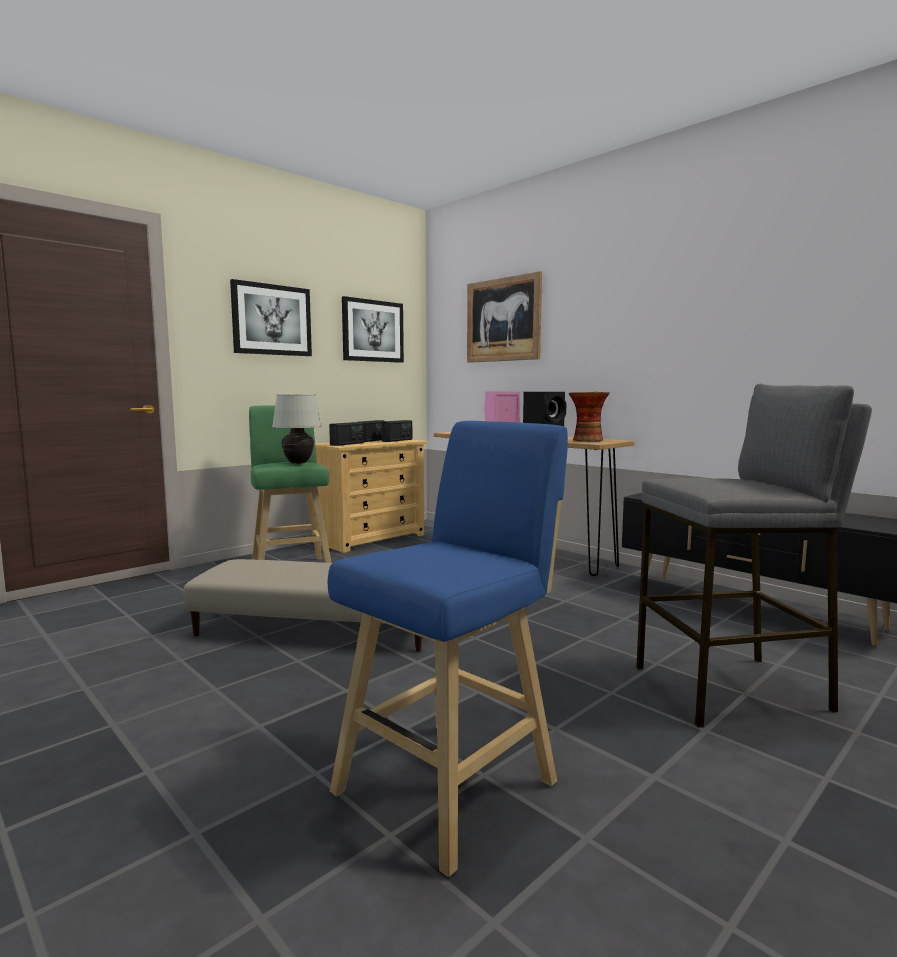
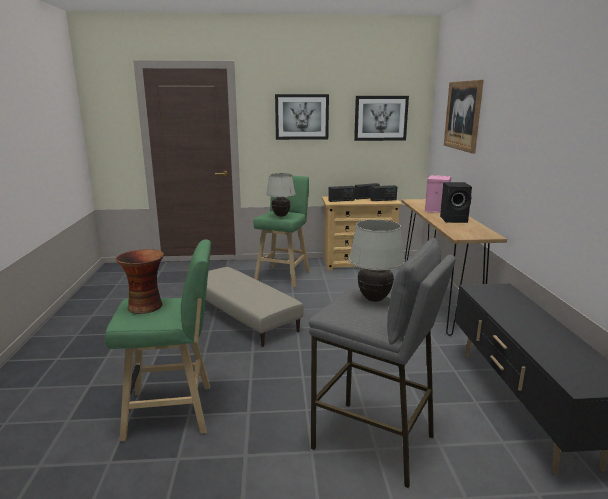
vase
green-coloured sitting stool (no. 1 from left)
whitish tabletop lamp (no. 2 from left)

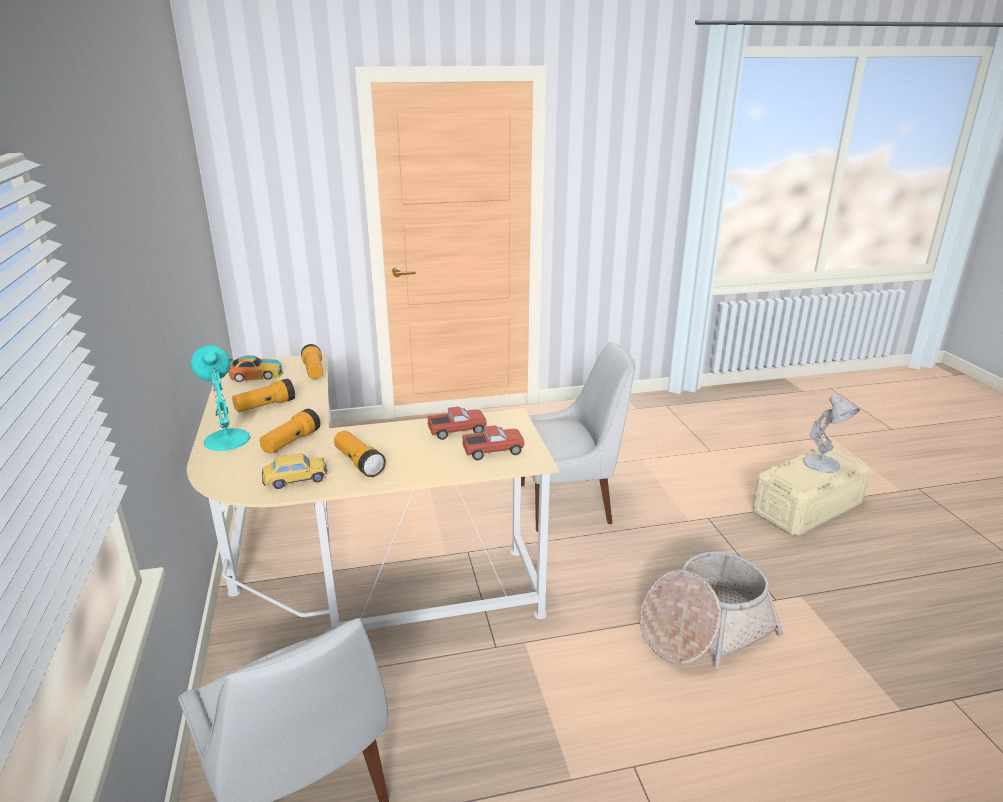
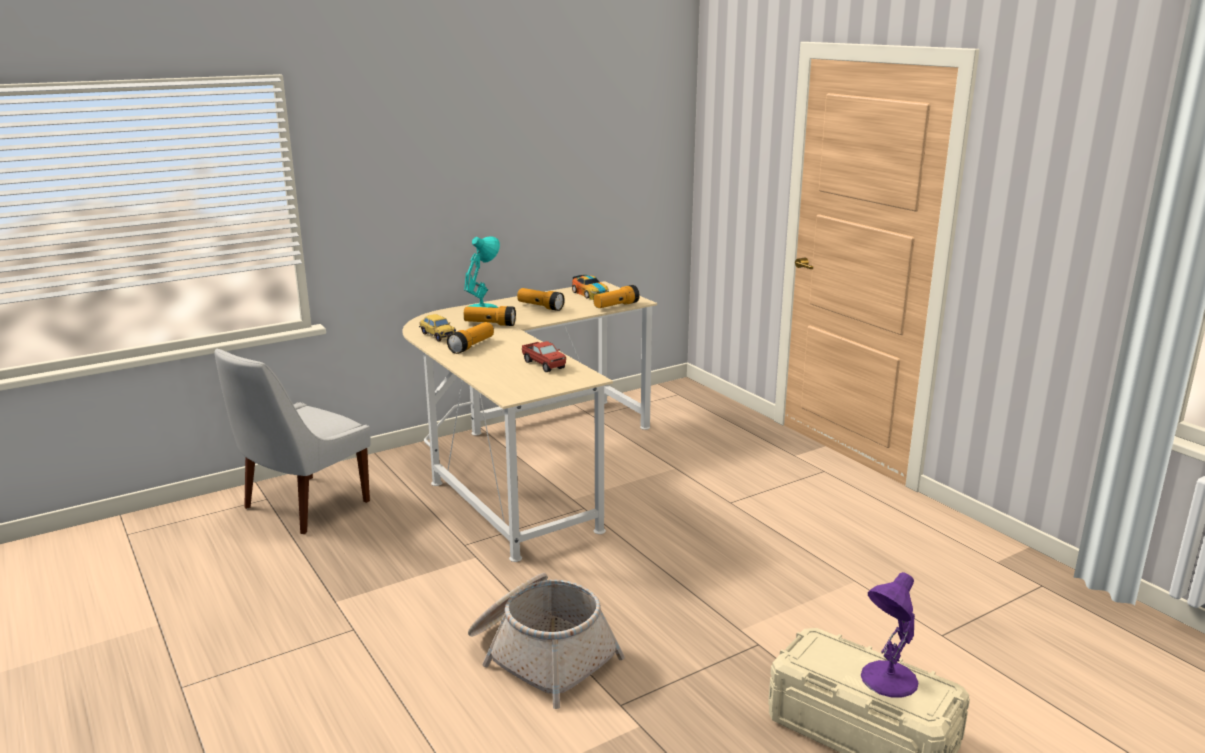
whitish plain chair (no. 2 from left in the first image)
purple-coloured tabletop lamp
toy truck (no. 2 from left in the first image)

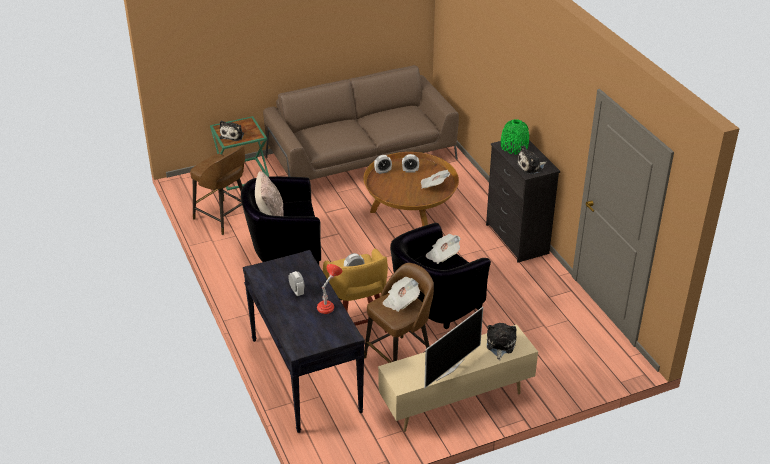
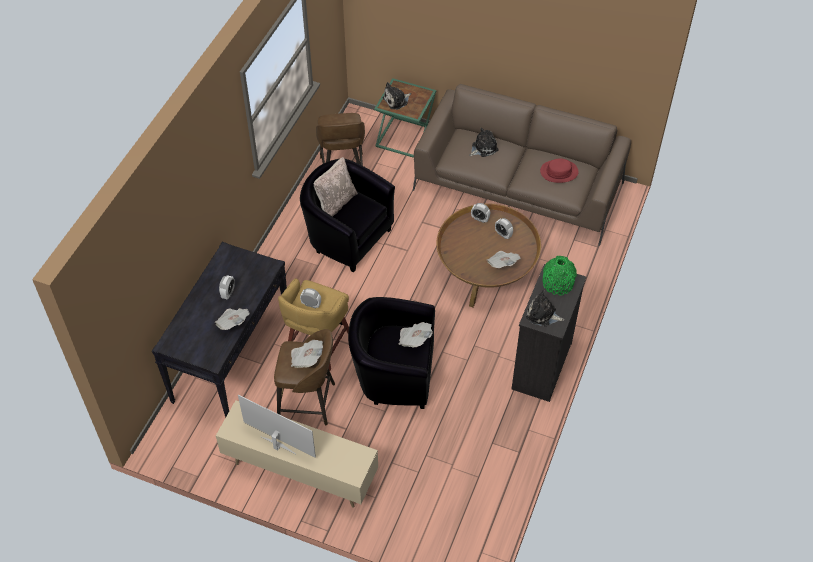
daily paper (no. 1 from left)
television
soft toy (no. 2 from left)
reddish wearable hat

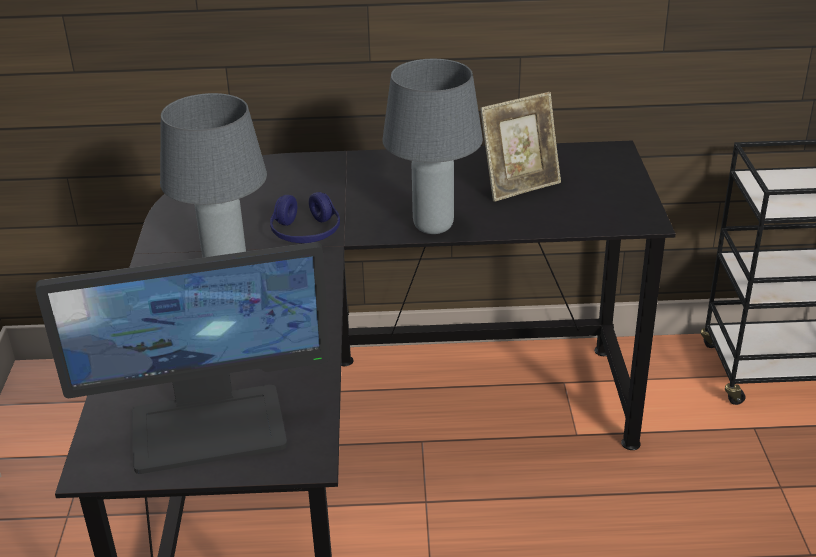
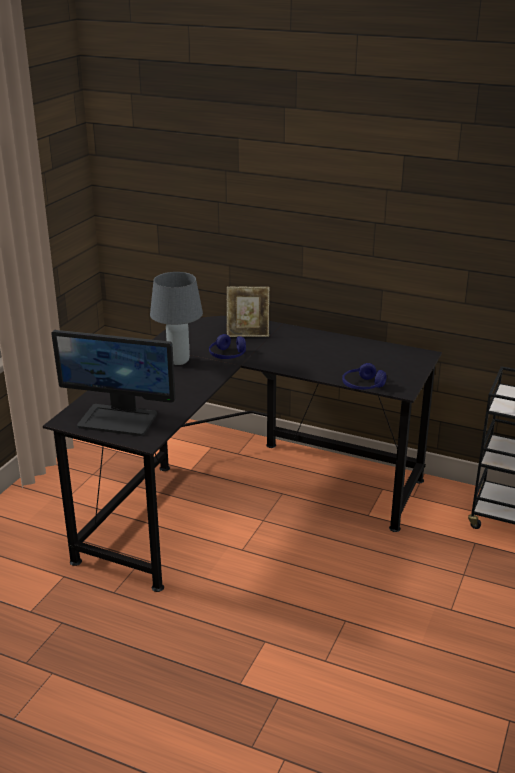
greyish tabletop lamp (no. 2 from left in the first image)
standing frame
blue-coloured pair of headphones (no. 2 from left)

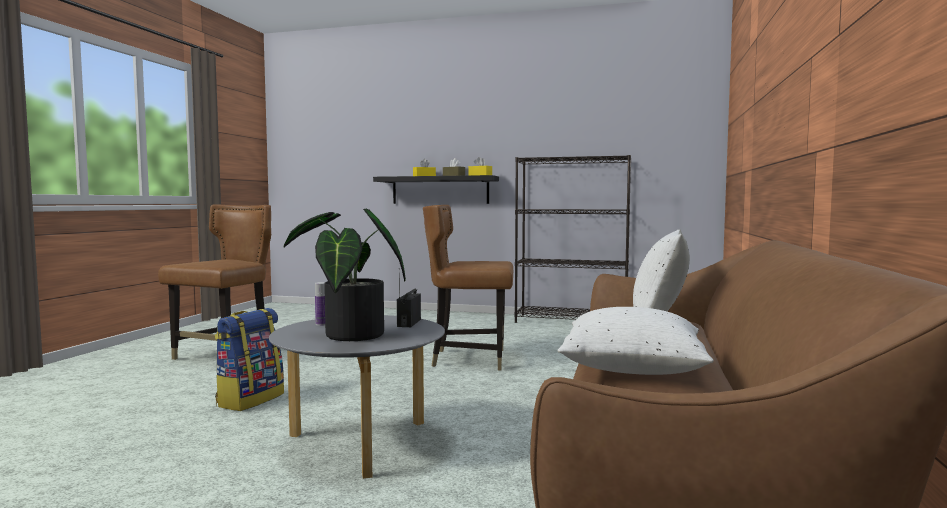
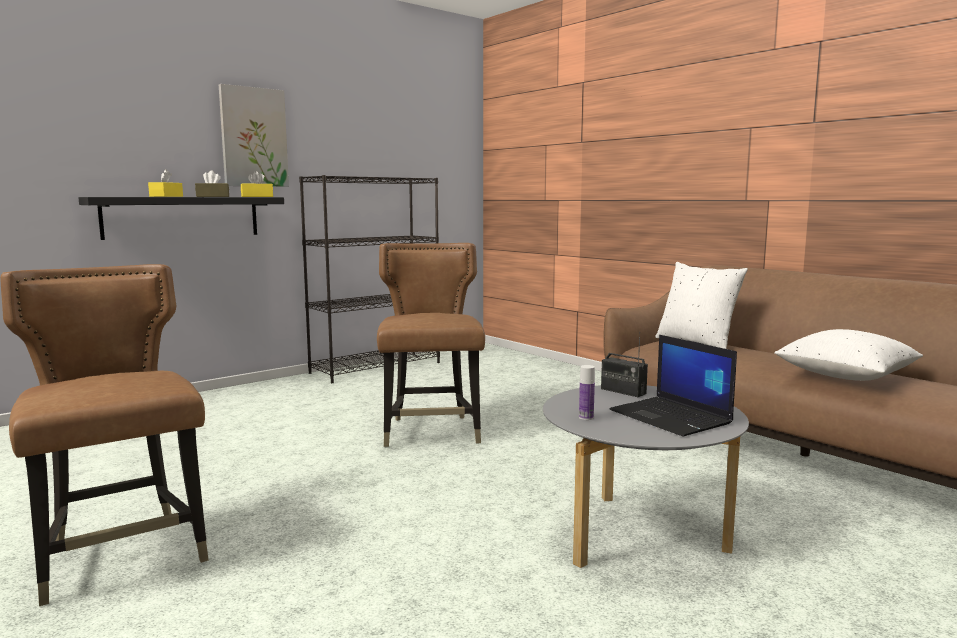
brown plain chair (no. 2 from left)
portable computer
knapsack
wall art

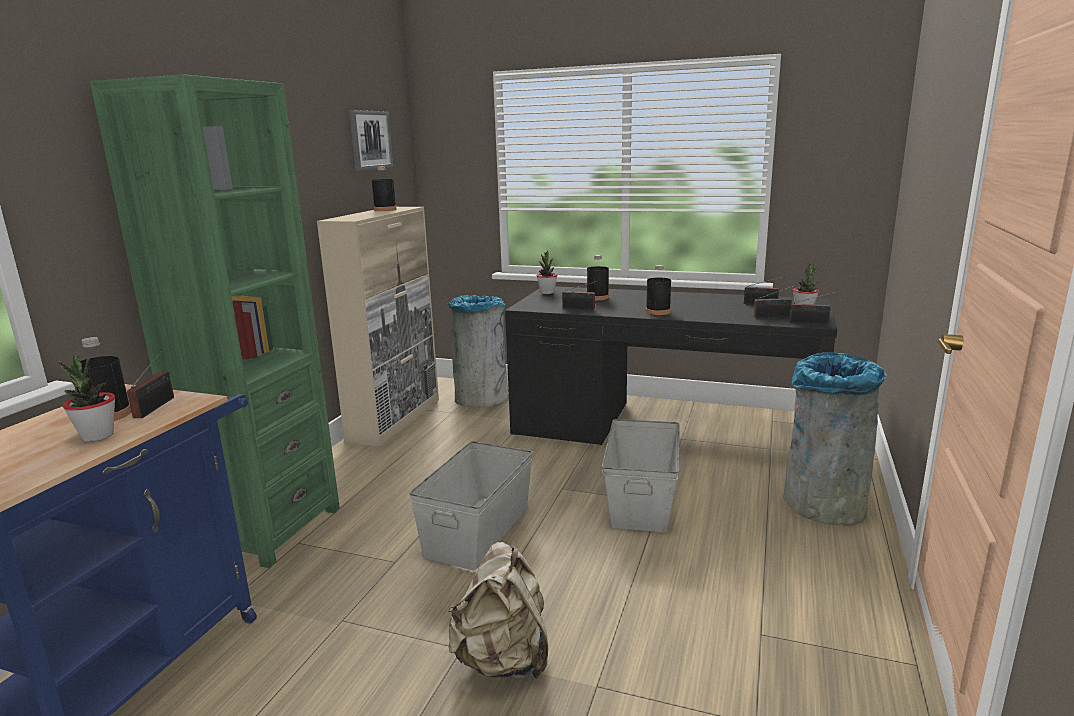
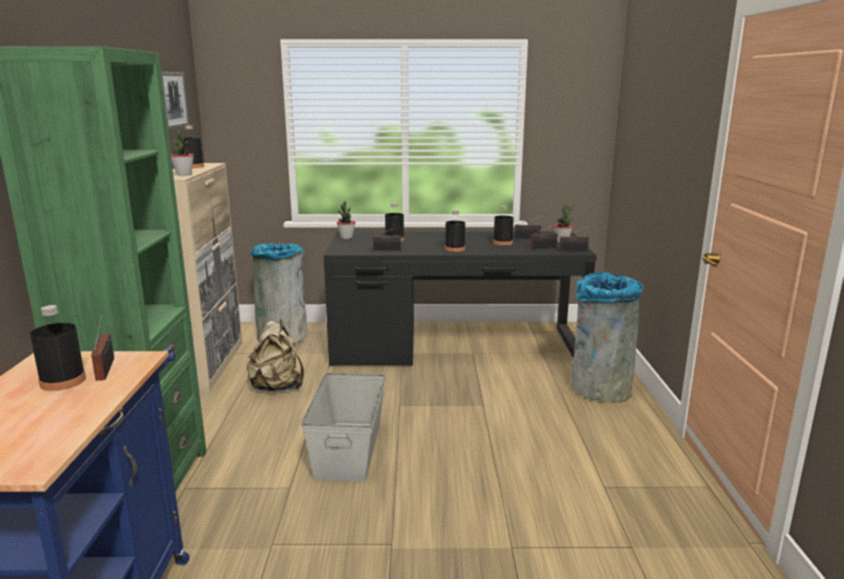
potted plant (no. 1 from left)
greyish storage bin (no. 2 from left in the first image)
sand-coloured knapsack
blackish beverage bottle (no. 5 from left)

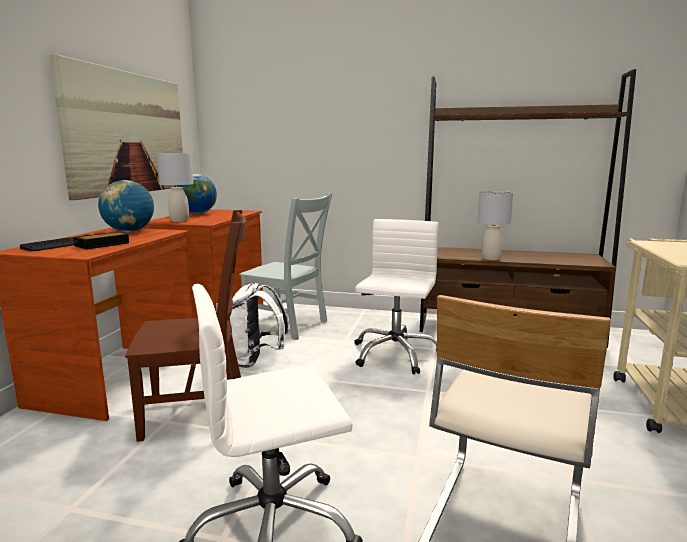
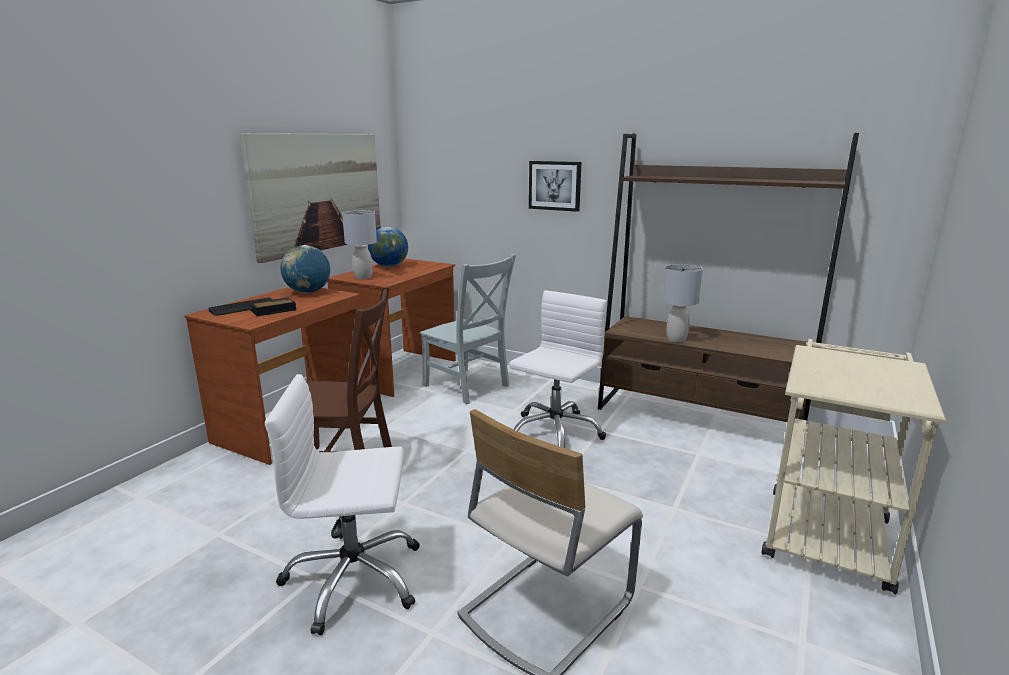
whitish knapsack
wall art (no. 2 from left)

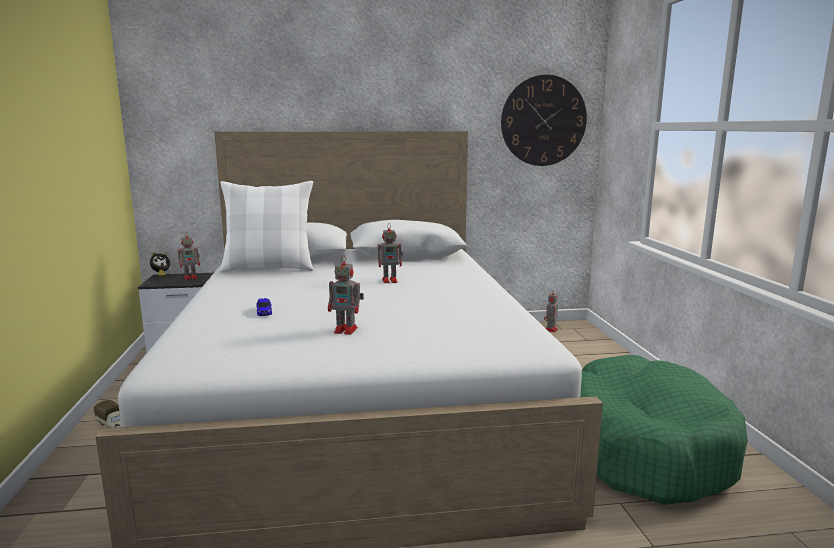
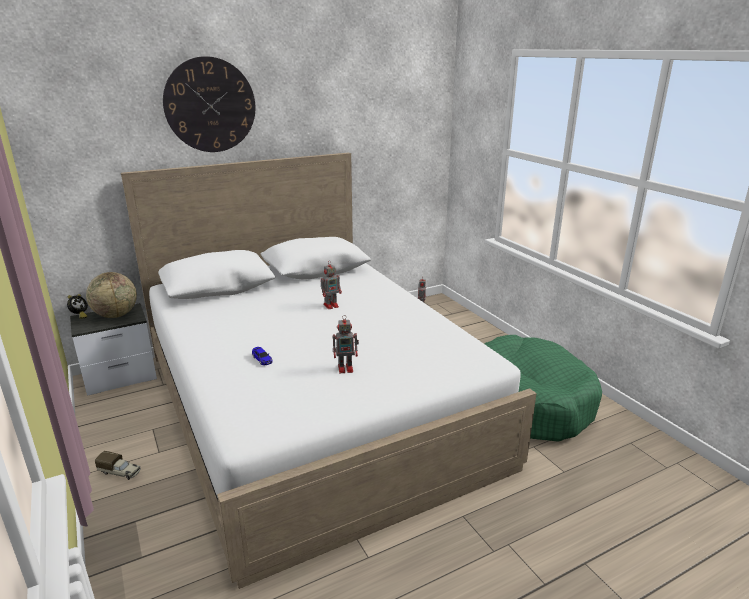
wall clock
whitish throw pillow
globe

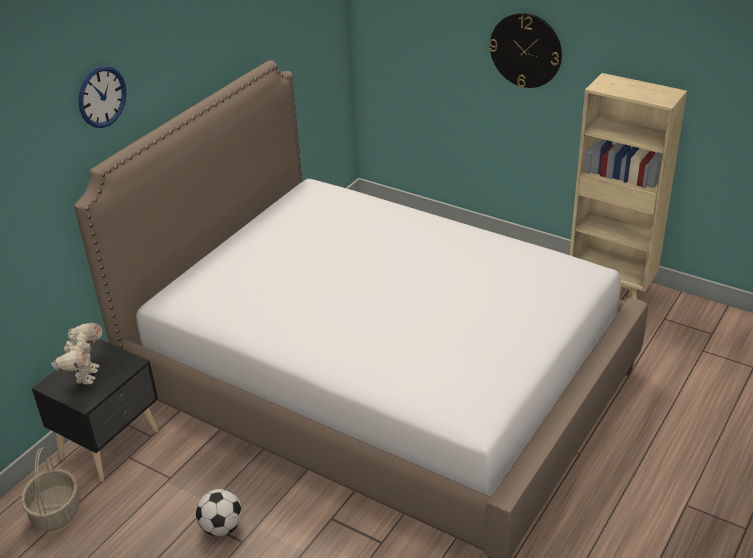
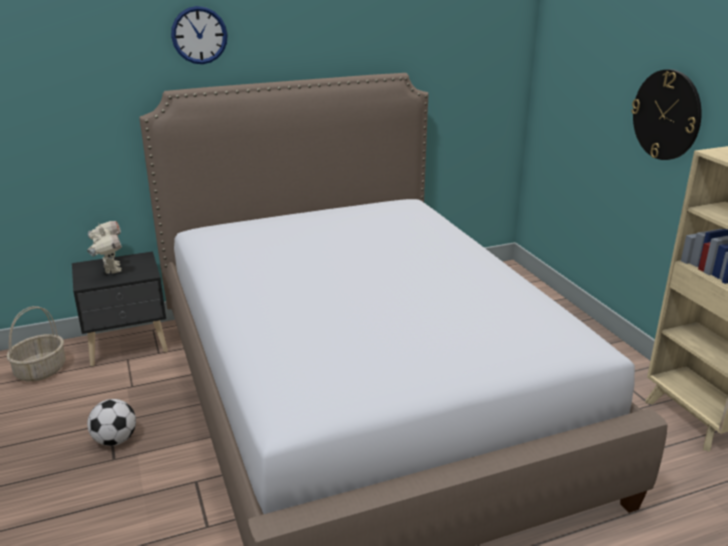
model robot

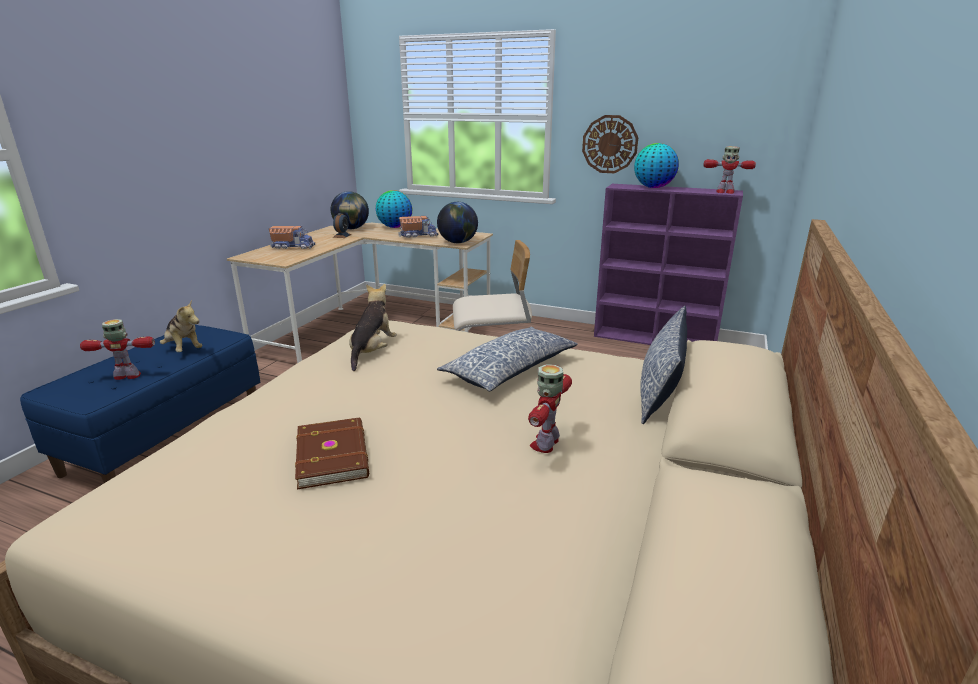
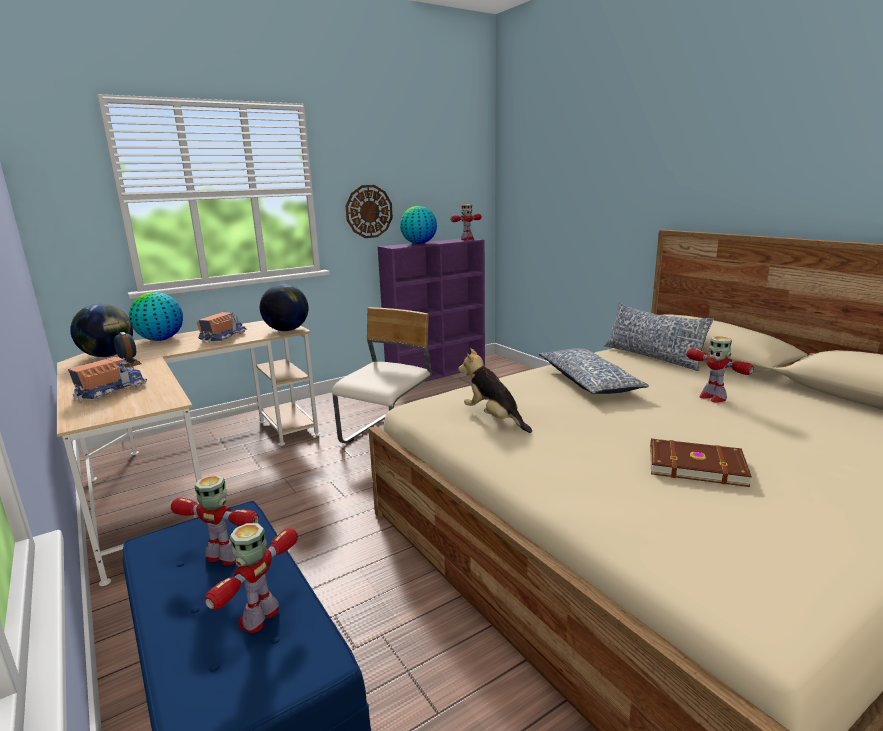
model robot (no. 1 from left)

